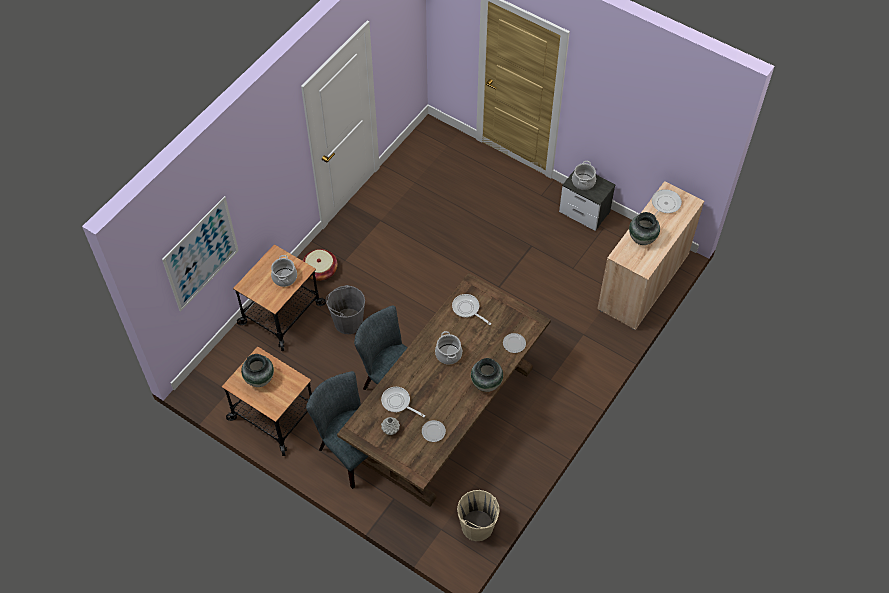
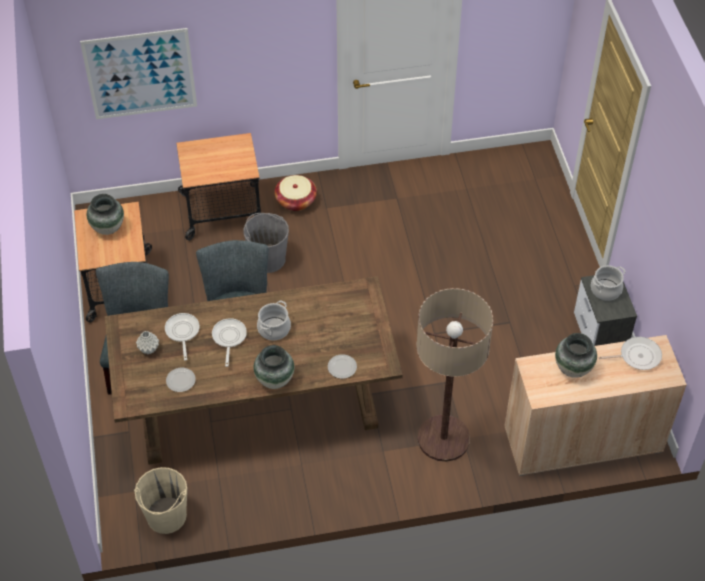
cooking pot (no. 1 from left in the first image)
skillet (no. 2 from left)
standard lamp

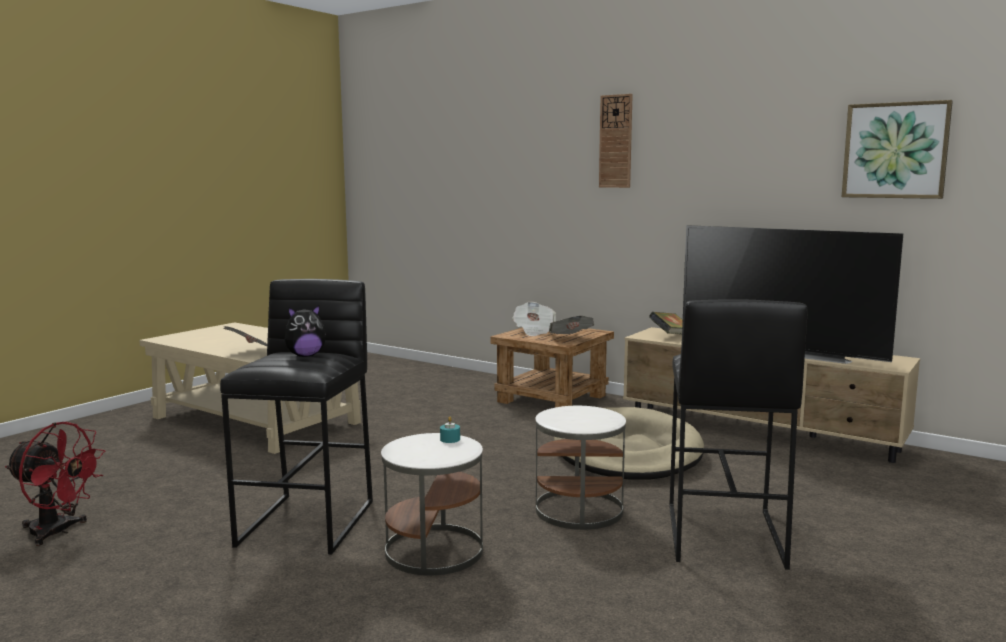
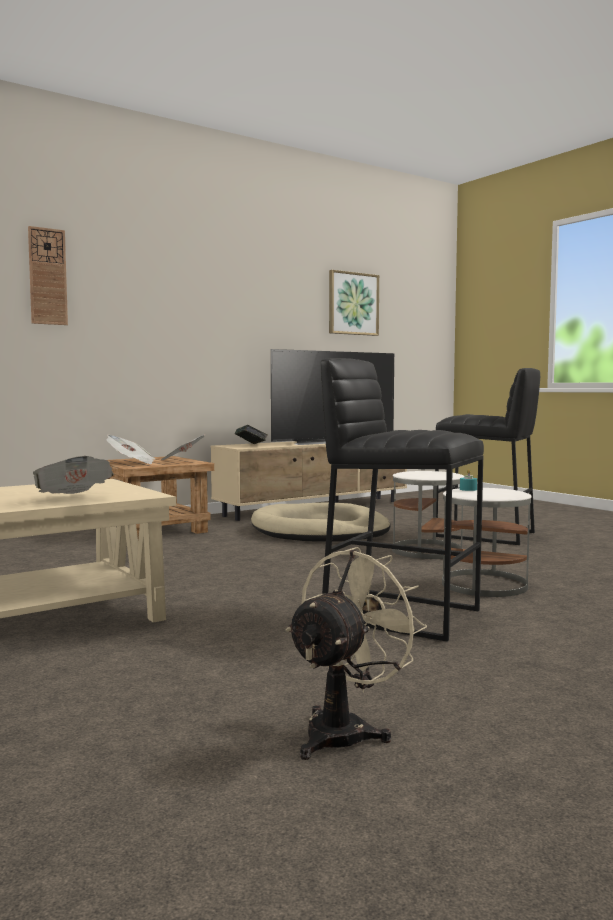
wall clock
soft toy
sand-coloured electric fan

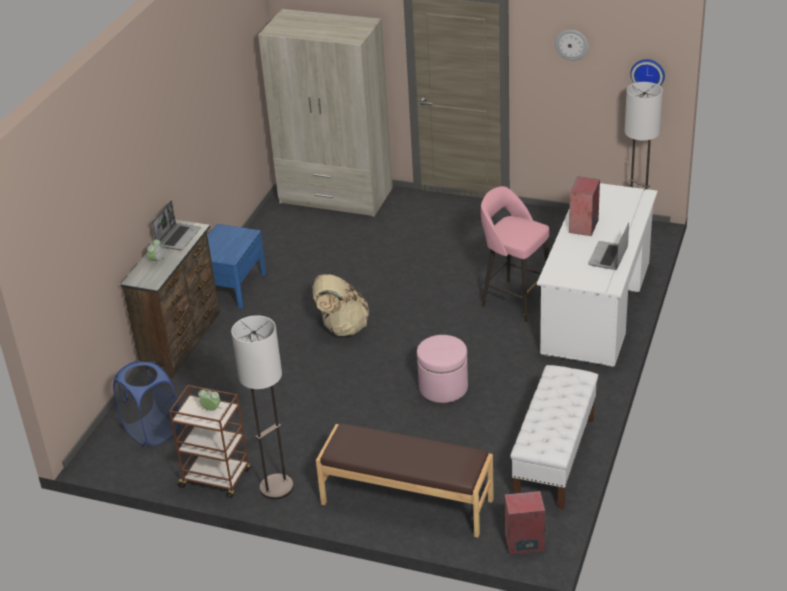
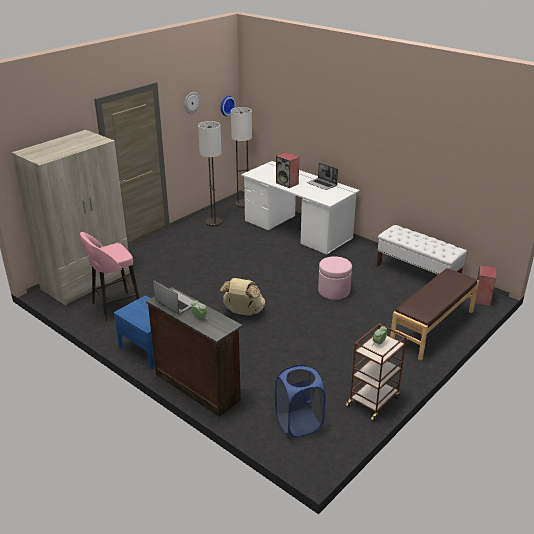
pinkish sitting stool
standard lamp (no. 1 from left)

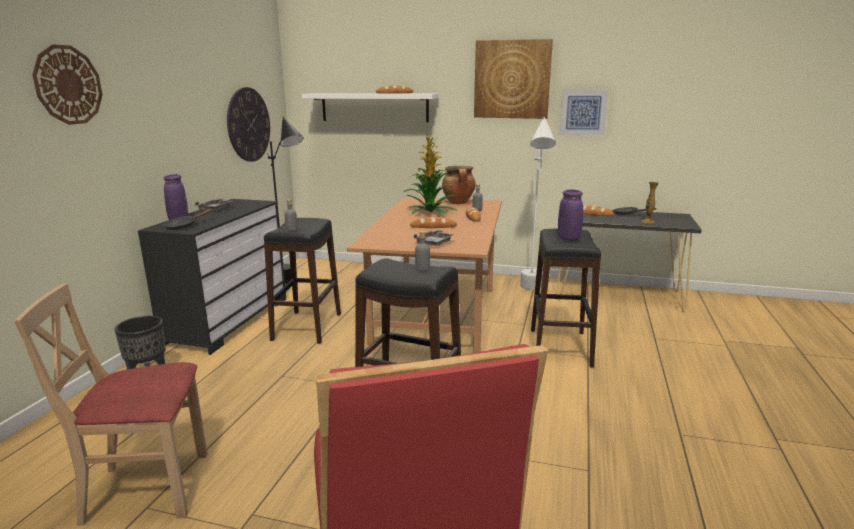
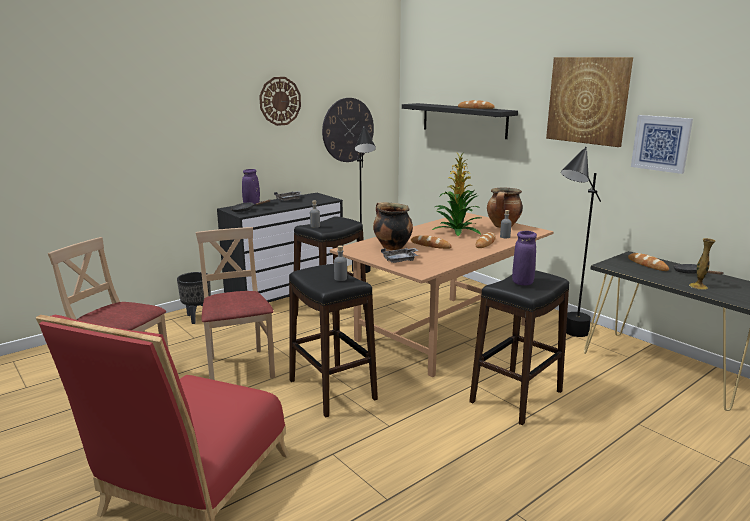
wall clock (no. 1 from left)
blackish bracket shelf
blackish standard lamp (no. 2 from left)
cooking pot (no. 1 from left)
sand-coloured plain chair (no. 2 from left)

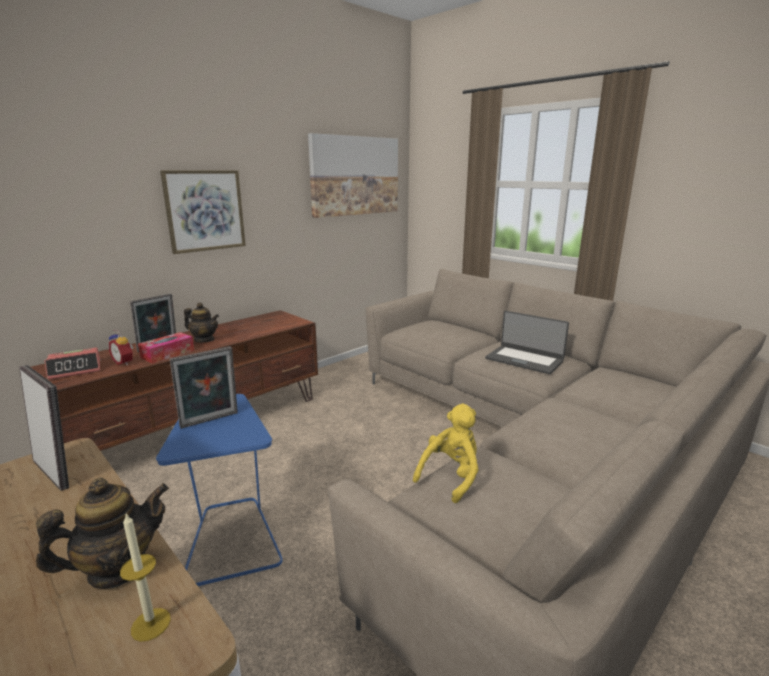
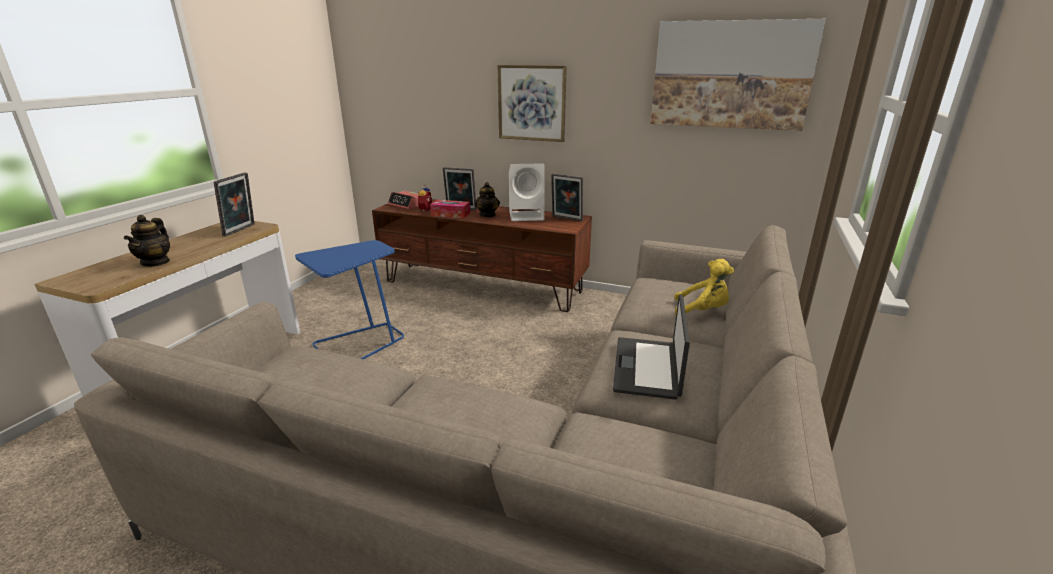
standing frame (no. 3 from left)
yellow soft toy
tea pot (no. 1 from left)
wax candle
whitish loudspeaker

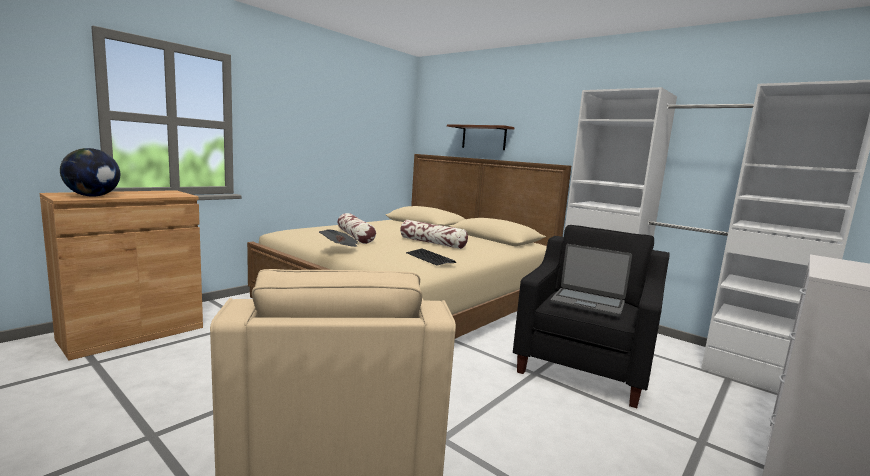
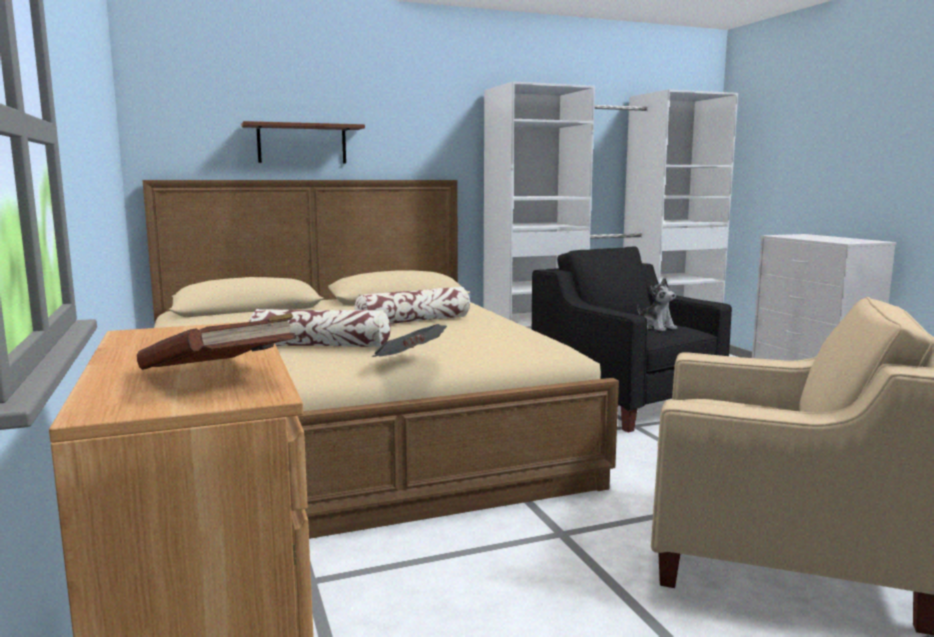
brown book
soft toy
PC keyboard

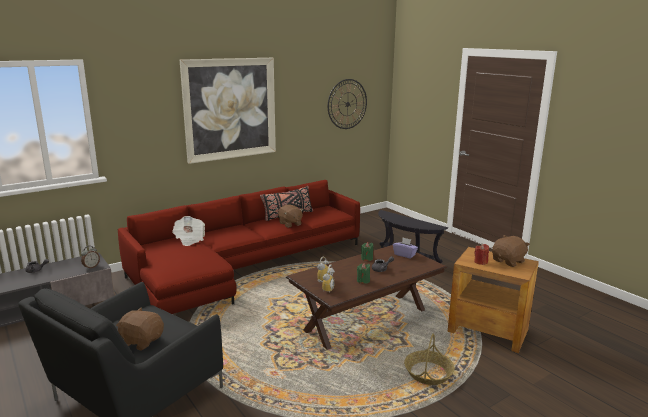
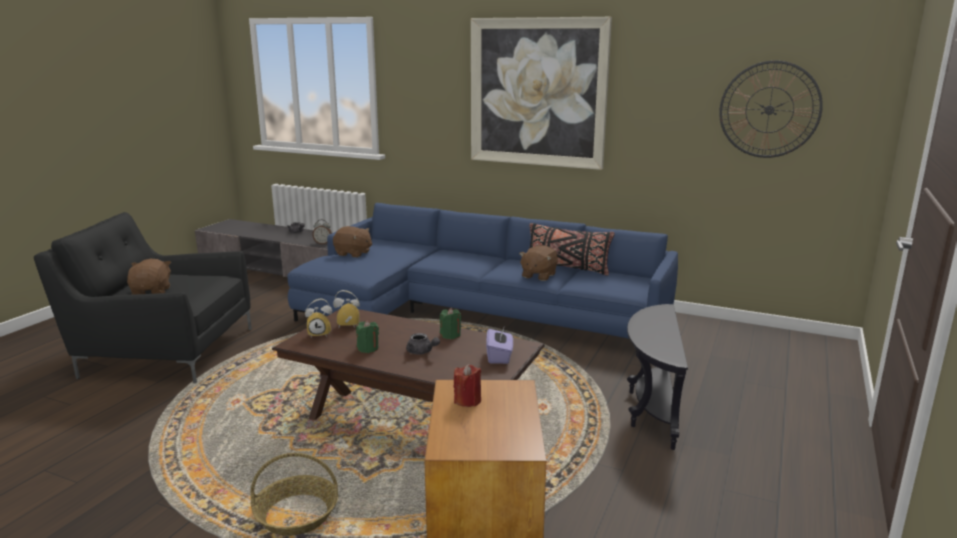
blue-coloured sofa
daily paper
brown soft toy (no. 2 from left)

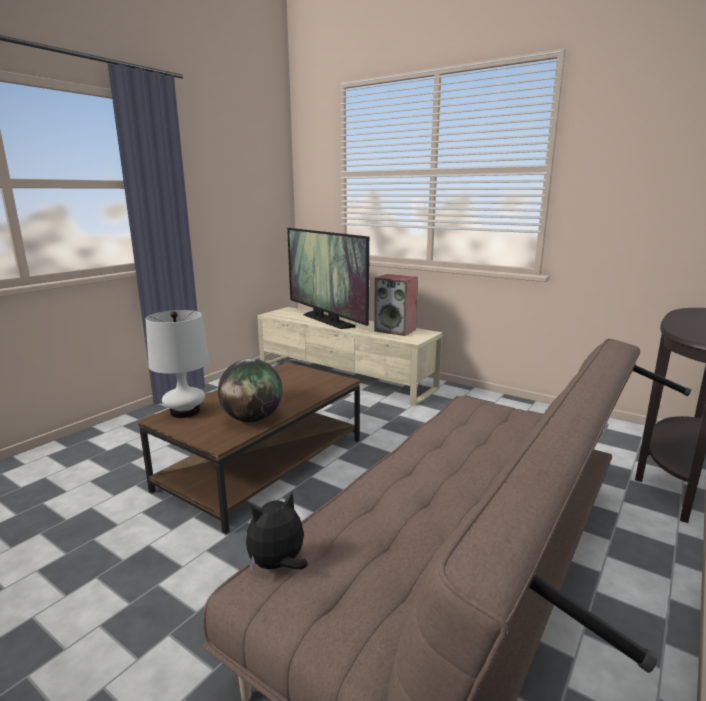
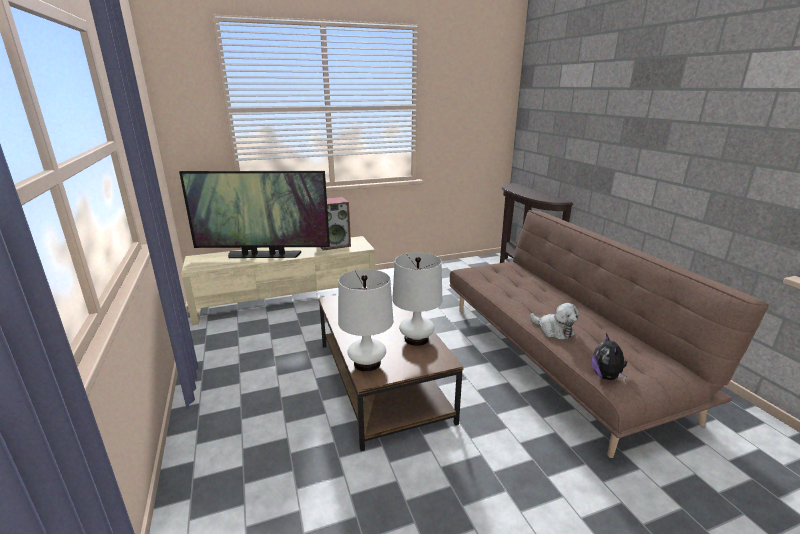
whitish tabletop lamp (no. 2 from left)
soft toy (no. 1 from left)

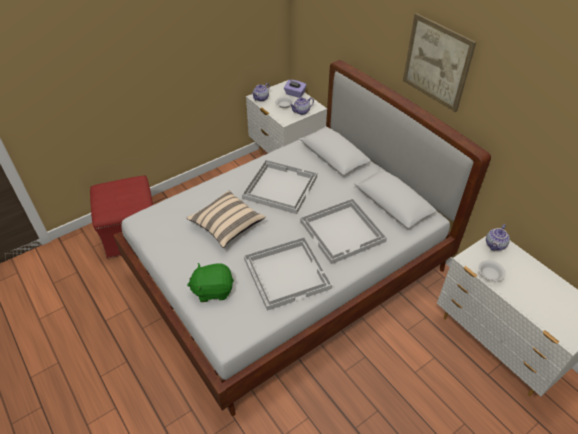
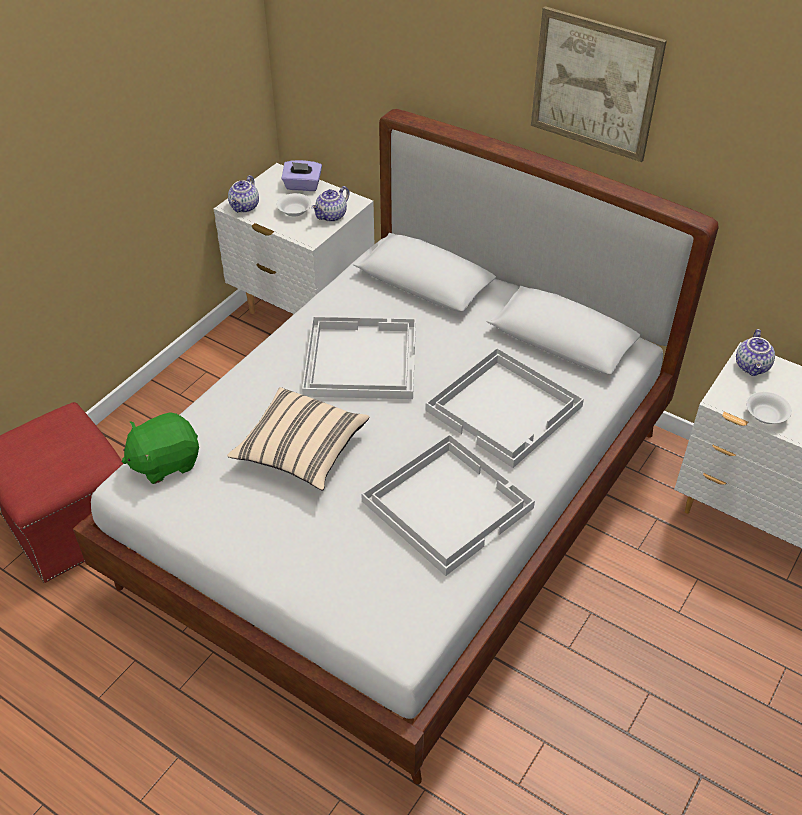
green-coloured soft toy

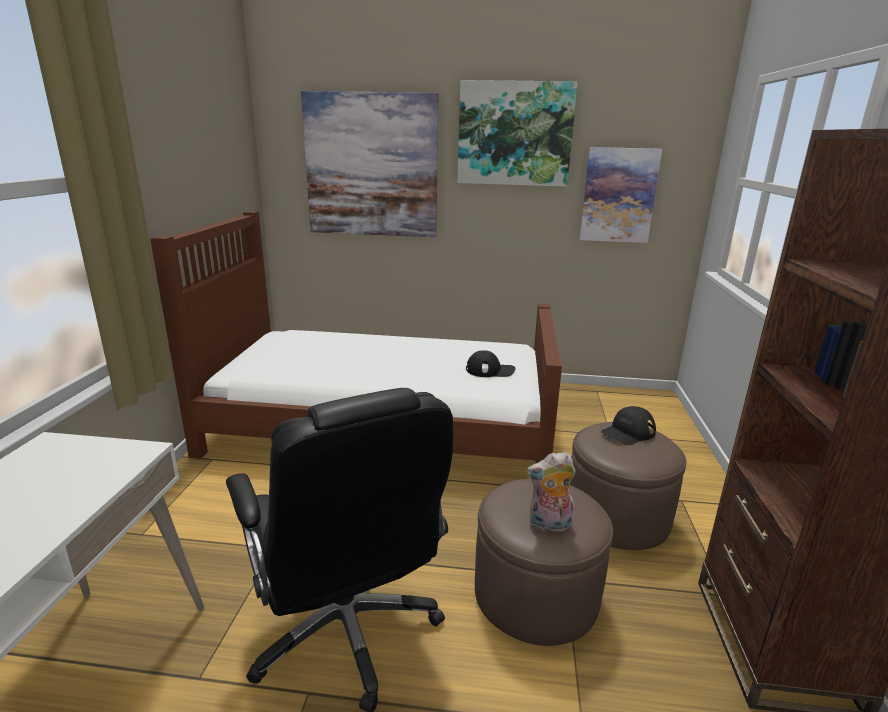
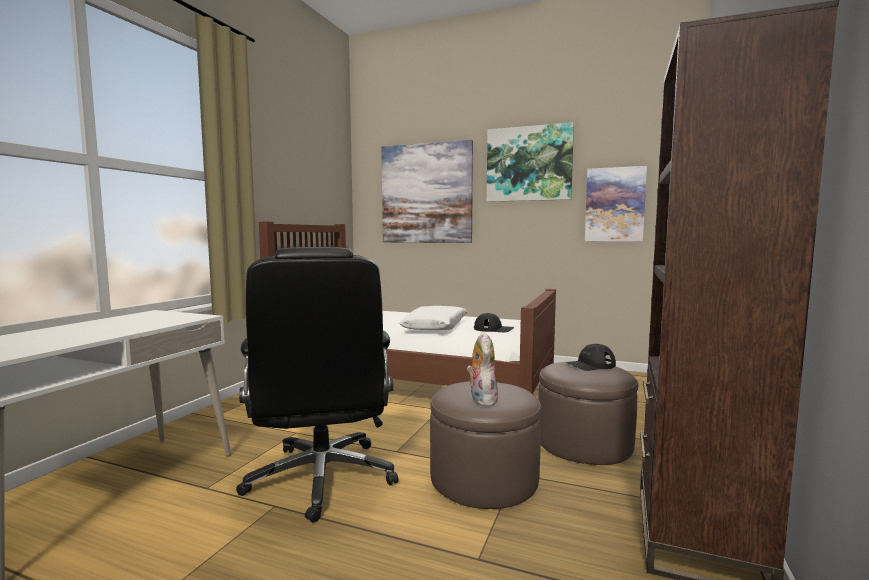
soft toy
whitish throw pillow

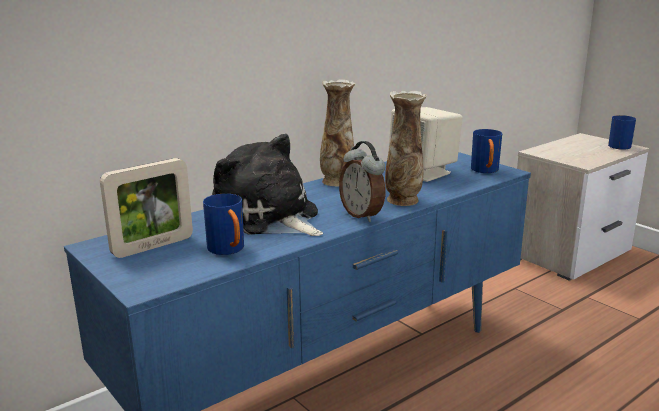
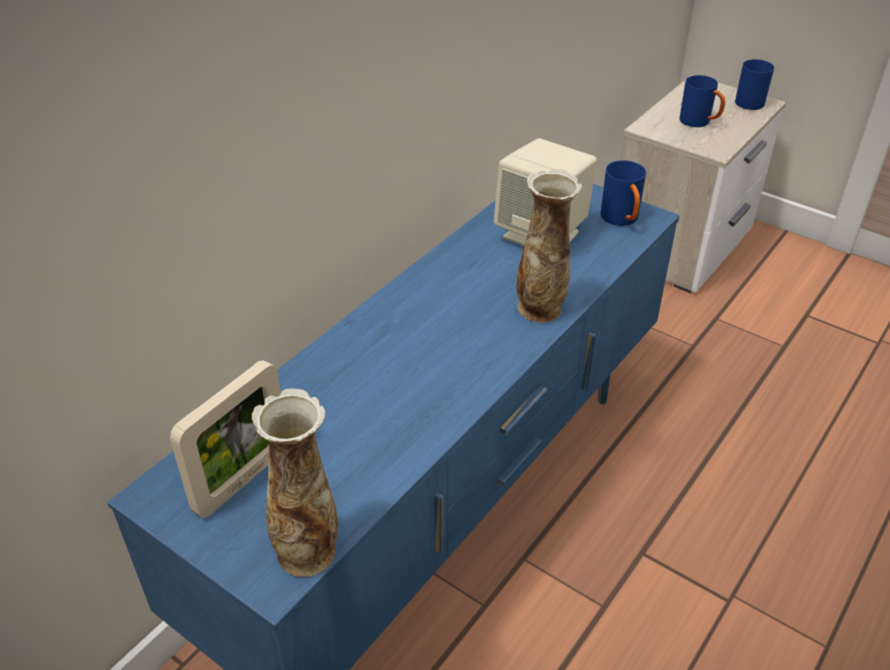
vase (no. 1 from left)
soft toy
bedside clock
blue-coloured mug (no. 2 from left)

